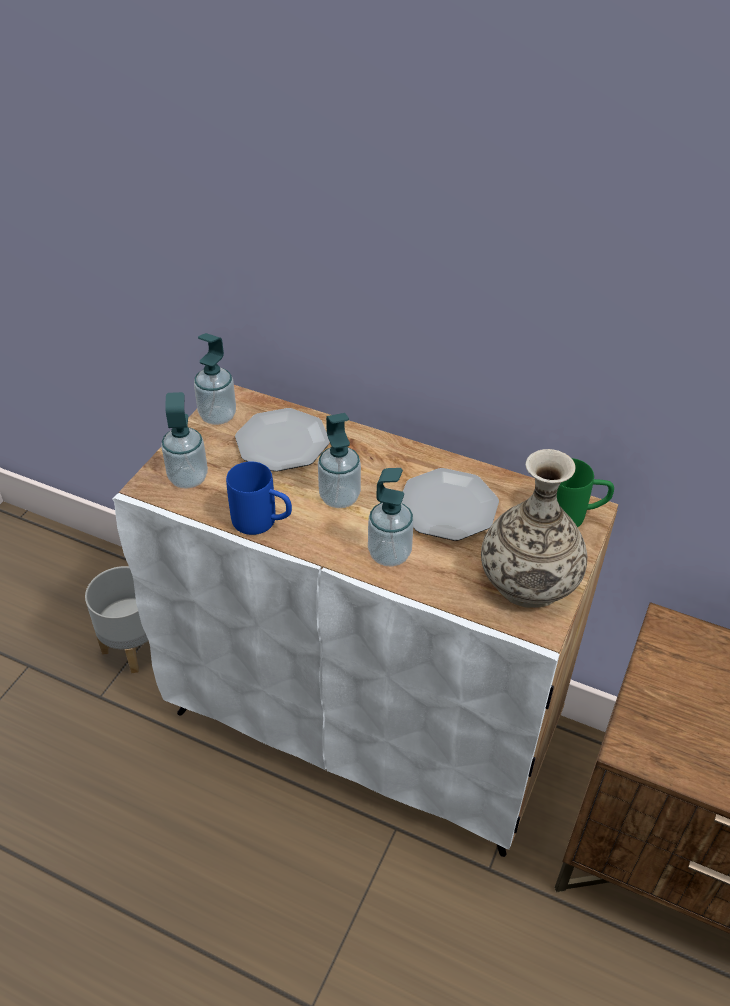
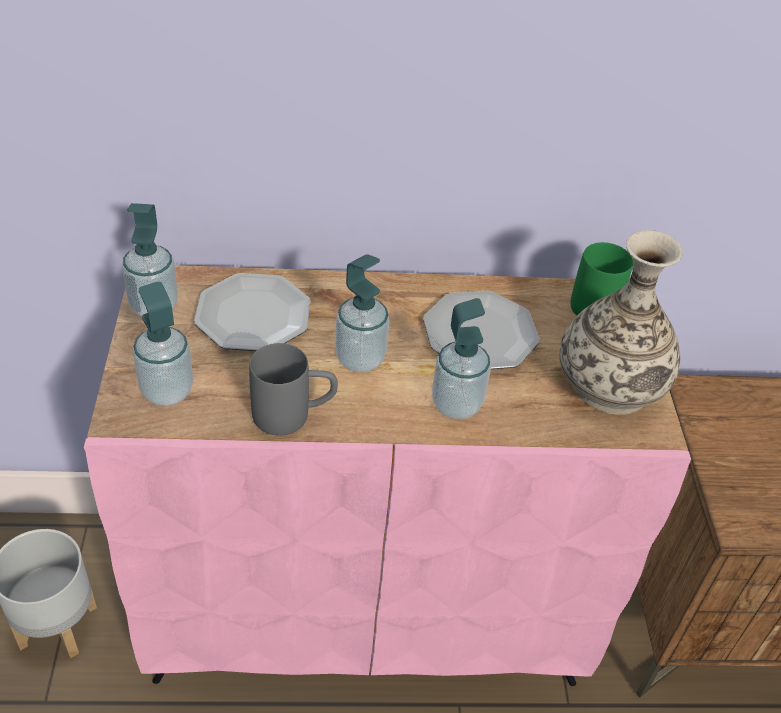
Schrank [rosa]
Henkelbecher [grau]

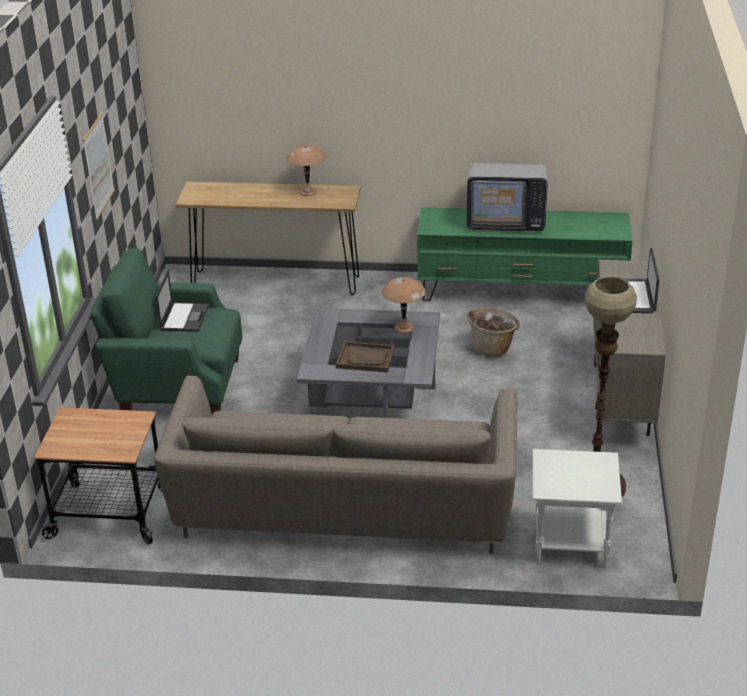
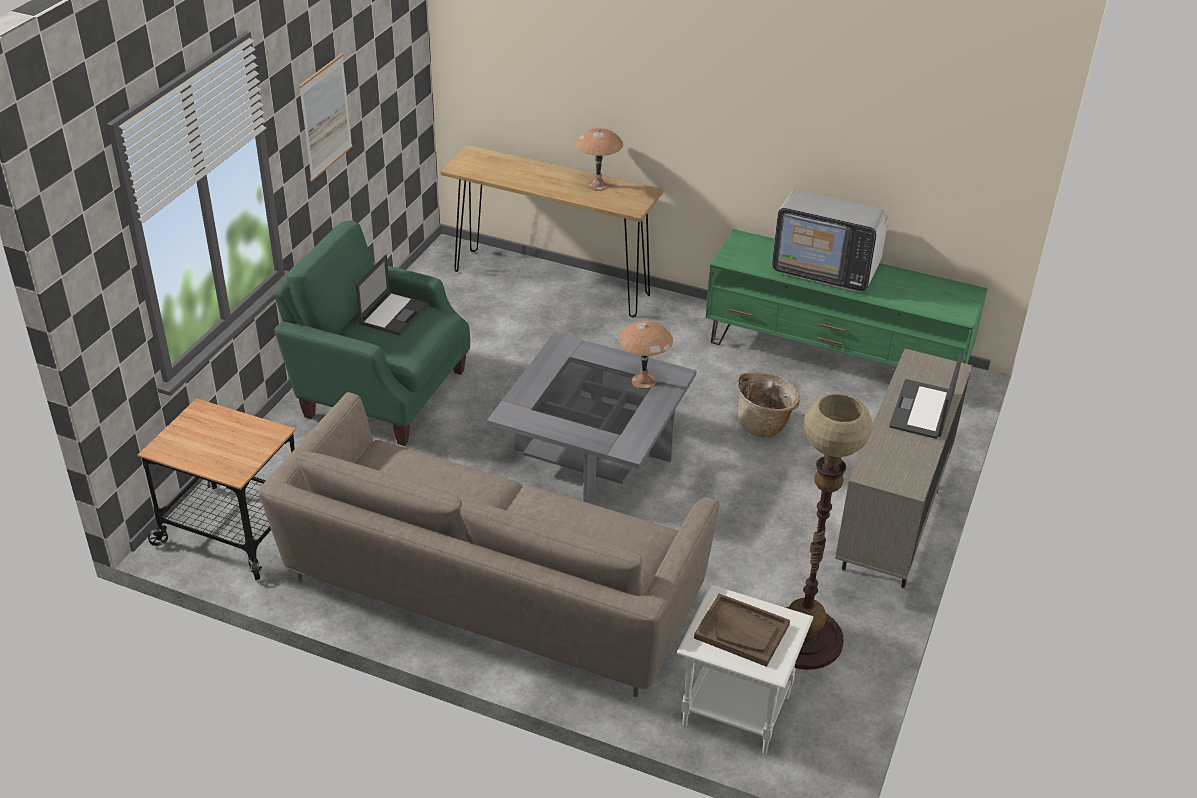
Tablett [braun]

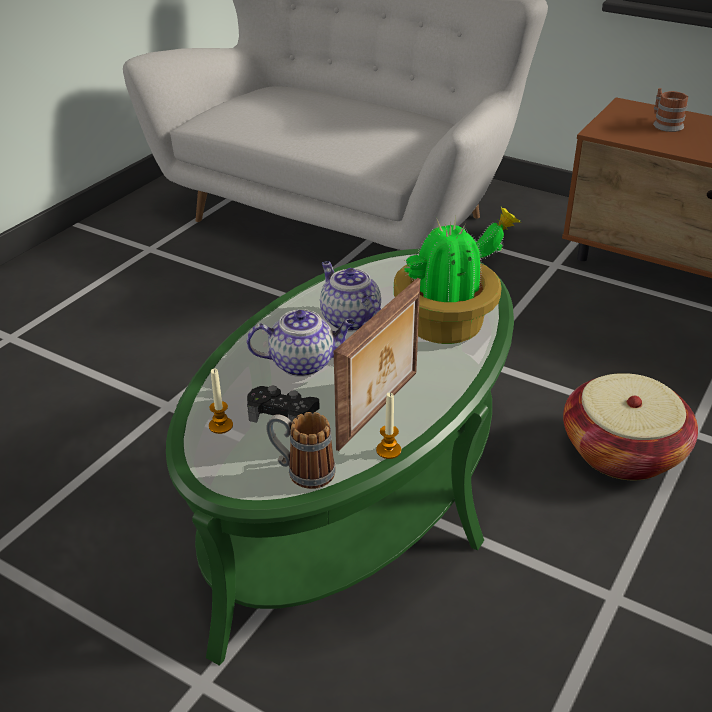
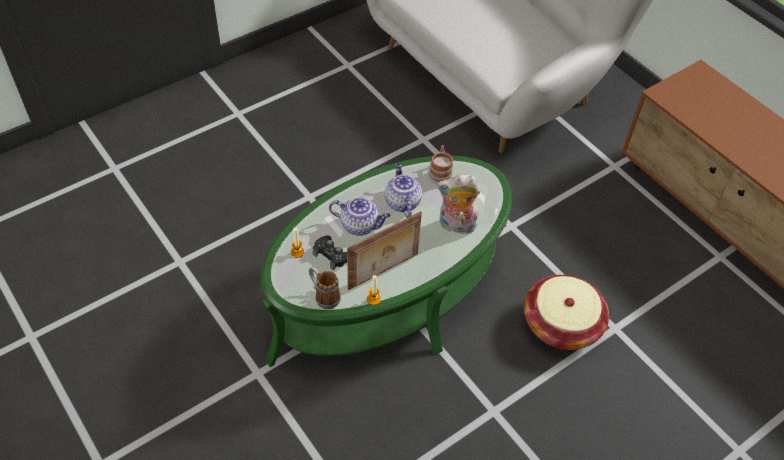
Plüschtier
Henkelbecher (2nd from left)

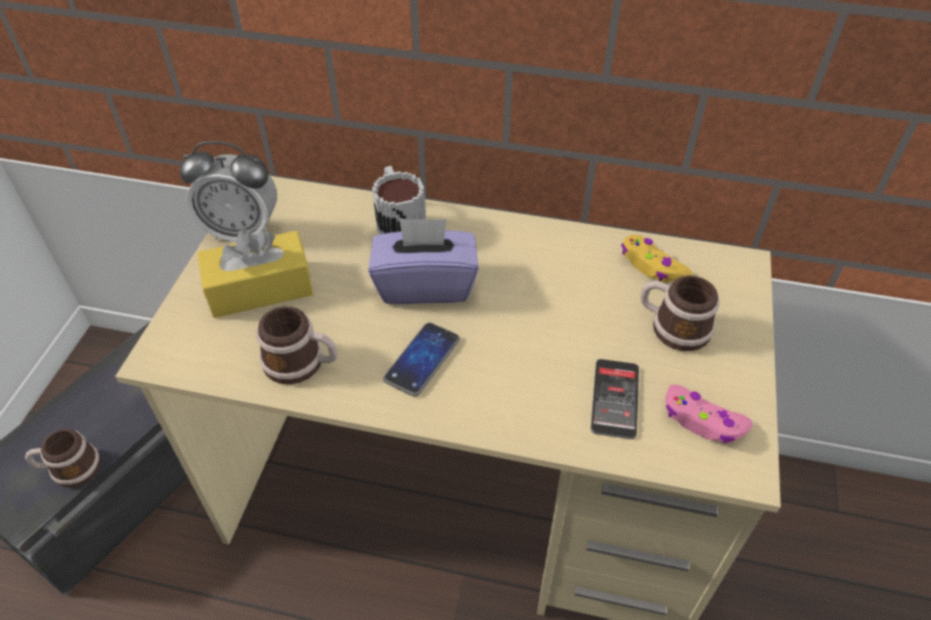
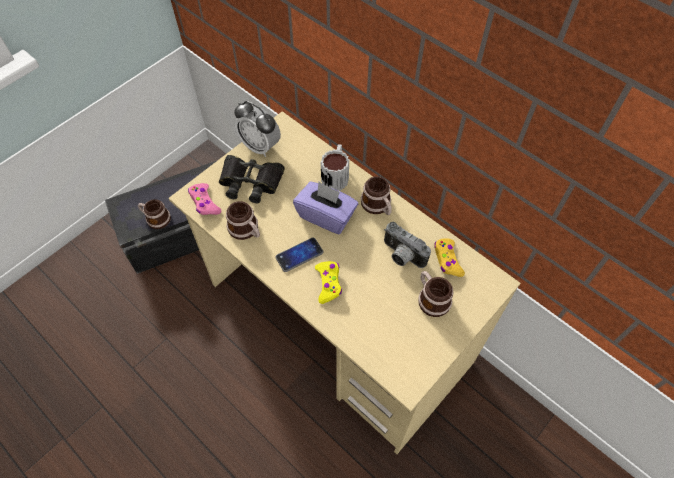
Fernglas [schwarz]
Handy (2nd from left in the first image)
Gamepad [rosa]
Gamepad [gelb] (1st from left)
Henkelbecher (4th from left)
Kamera

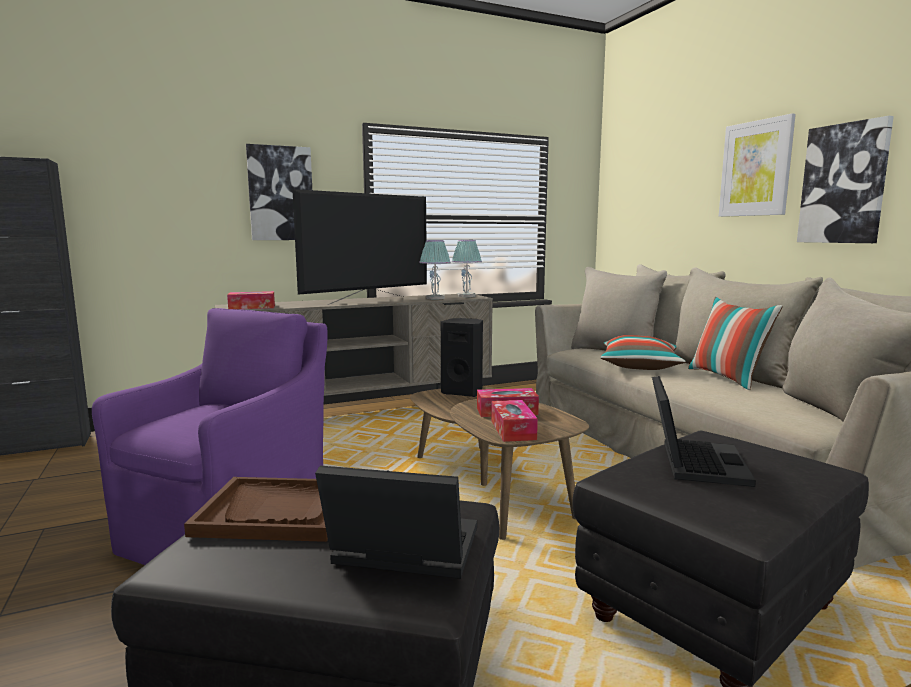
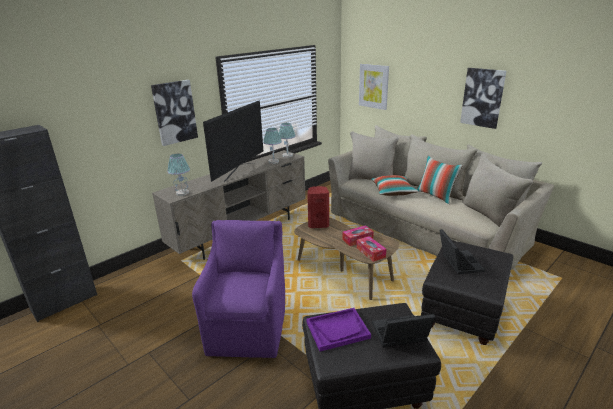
Tablett [lila]
Tischlampe (1st from left)
Lautsprecher [rot]
Bild (2nd from left)

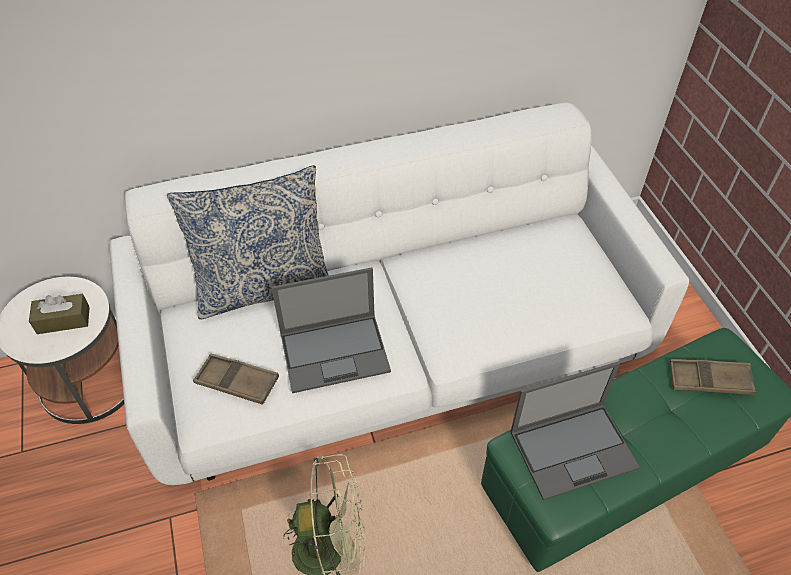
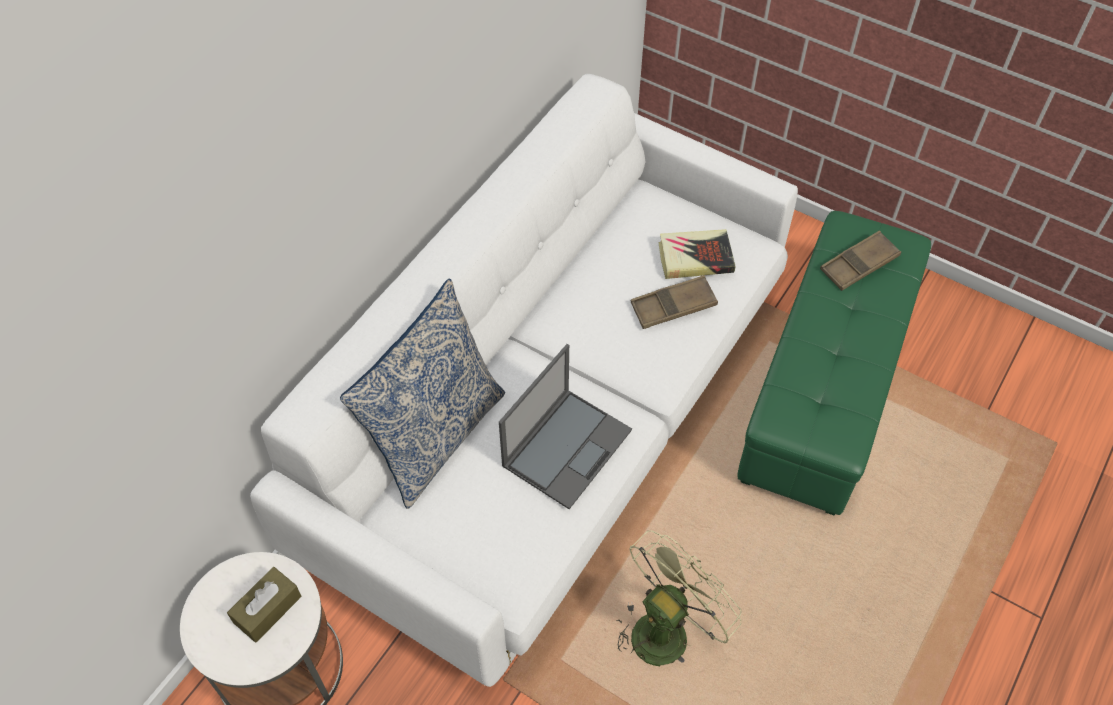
Tablett [braun] (1st from left)
Laptop (2nd from left in the first image)
Buch

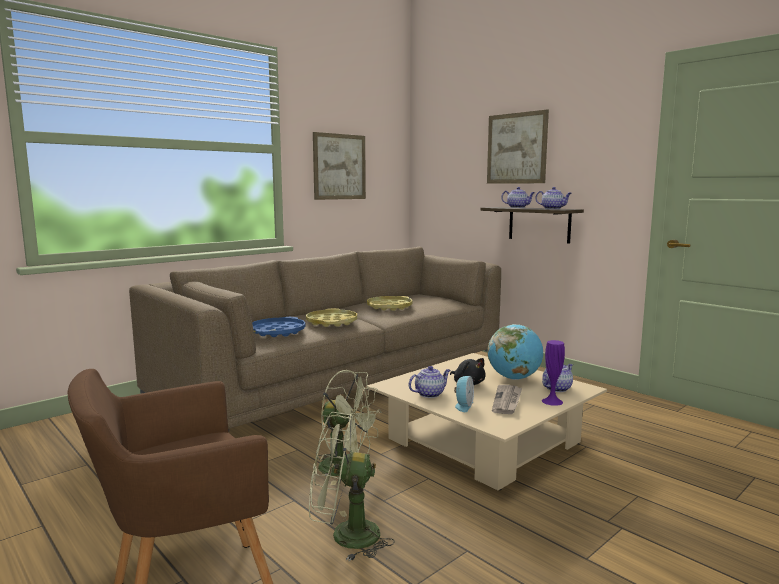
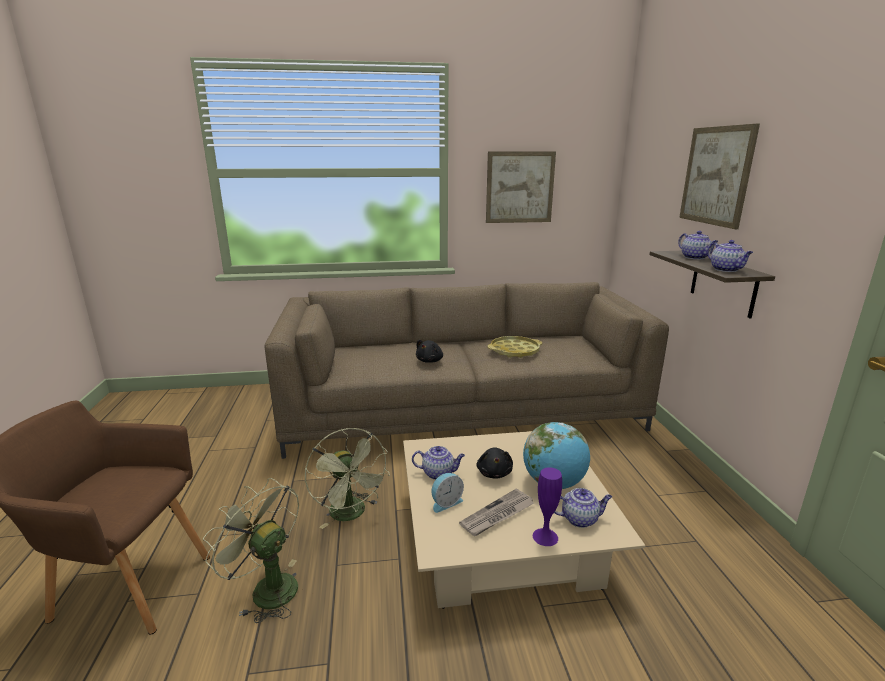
Tablett [blau]
Plüschtier [schwarz] (1st from left)

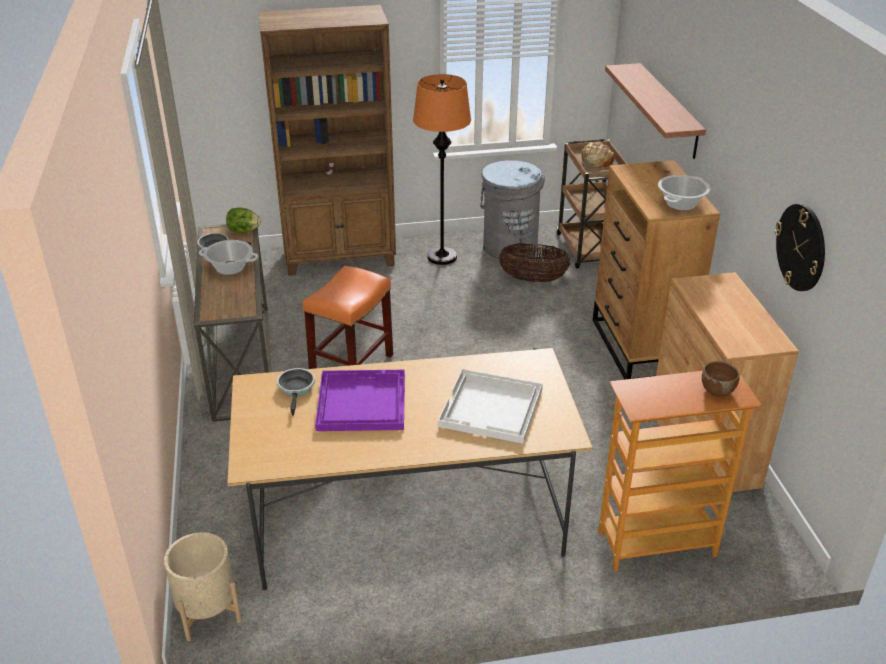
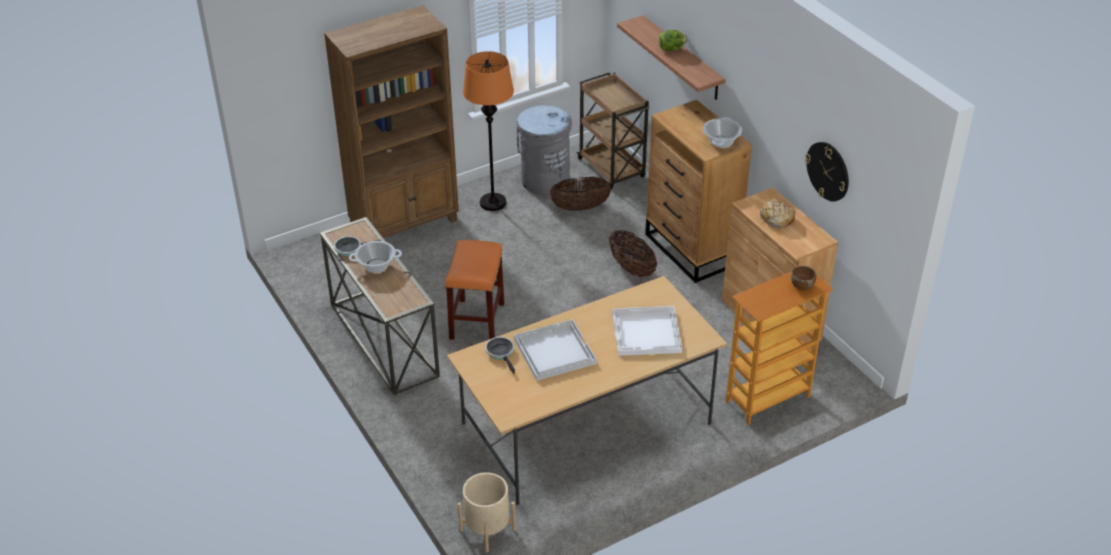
Salatkopf
Tablett [weiß] (1st from left)
Brot
Korb (2nd from left)

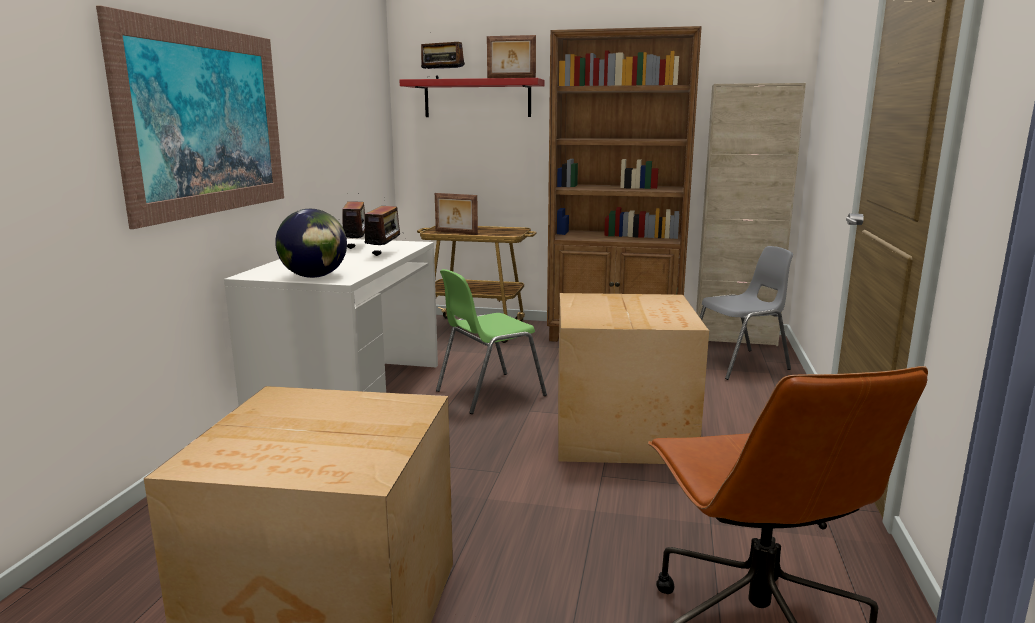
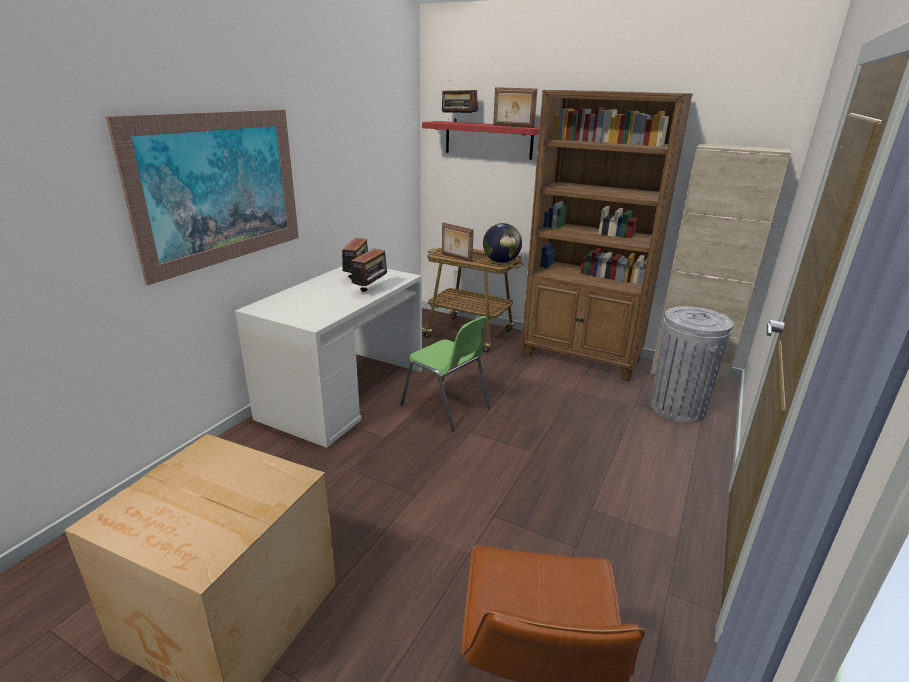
Globus
Stuhl [grün]
Karton (2nd from left in the first image)
Mülleimer [grau]

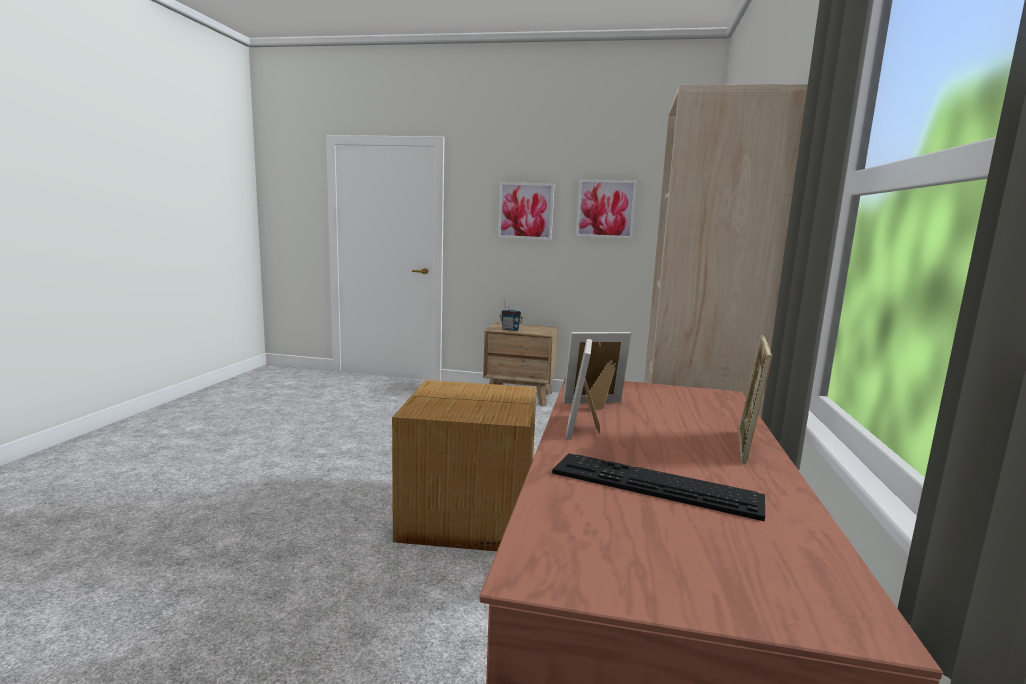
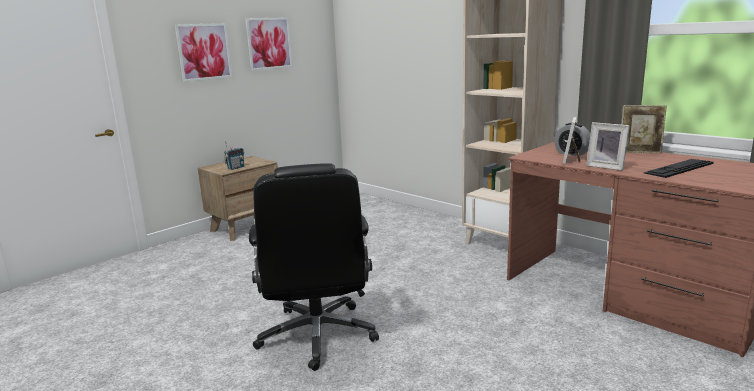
Karton
Bilderrahmen (3rd from left)
Bürostuhl [schwarz]
Wecker

